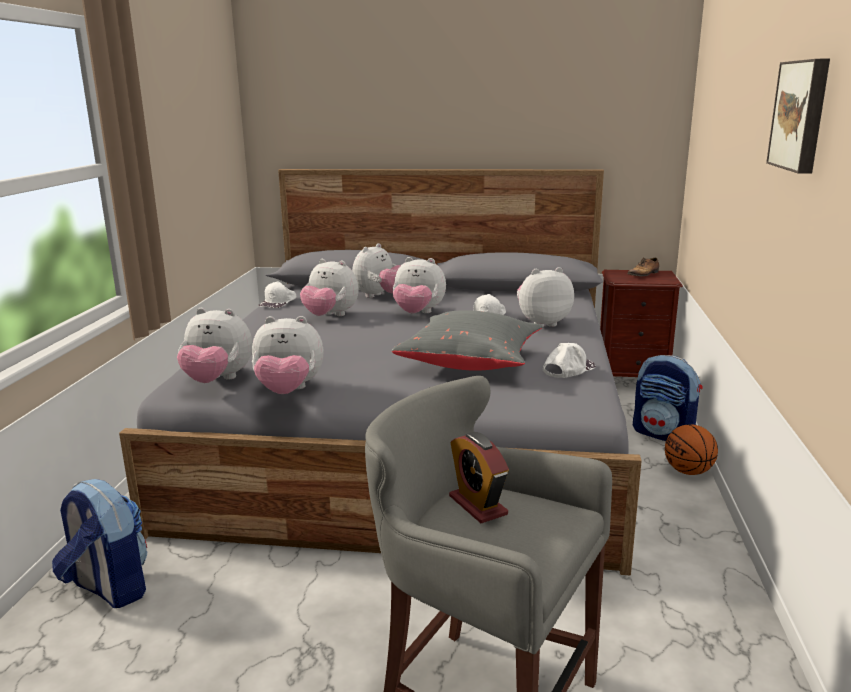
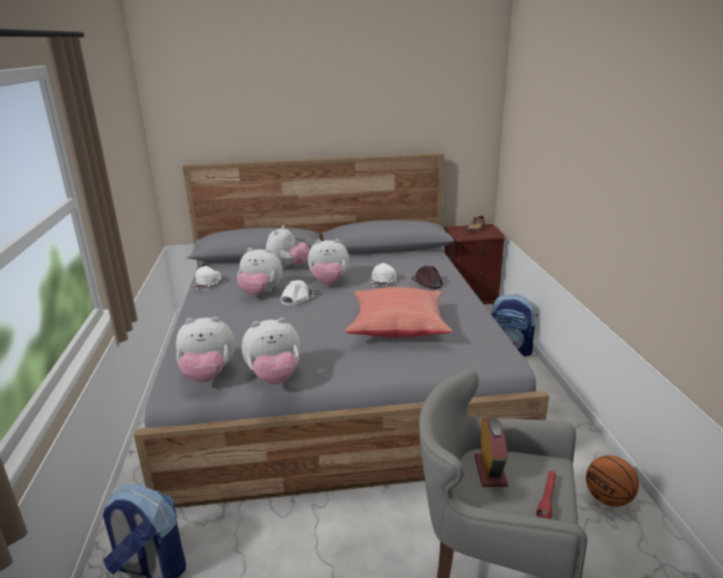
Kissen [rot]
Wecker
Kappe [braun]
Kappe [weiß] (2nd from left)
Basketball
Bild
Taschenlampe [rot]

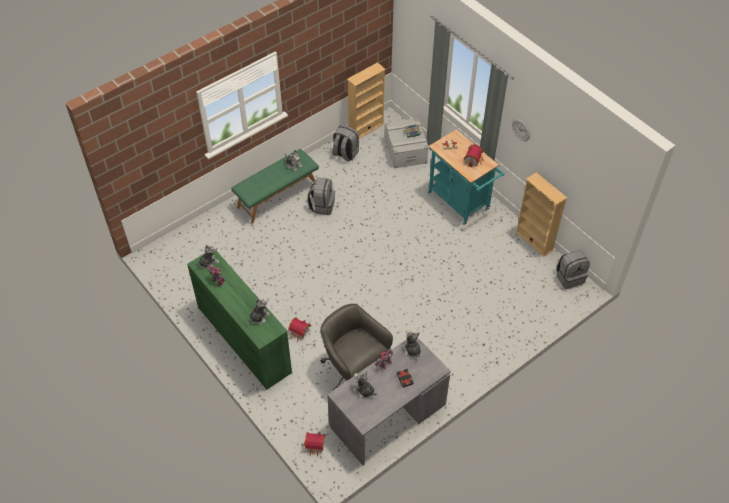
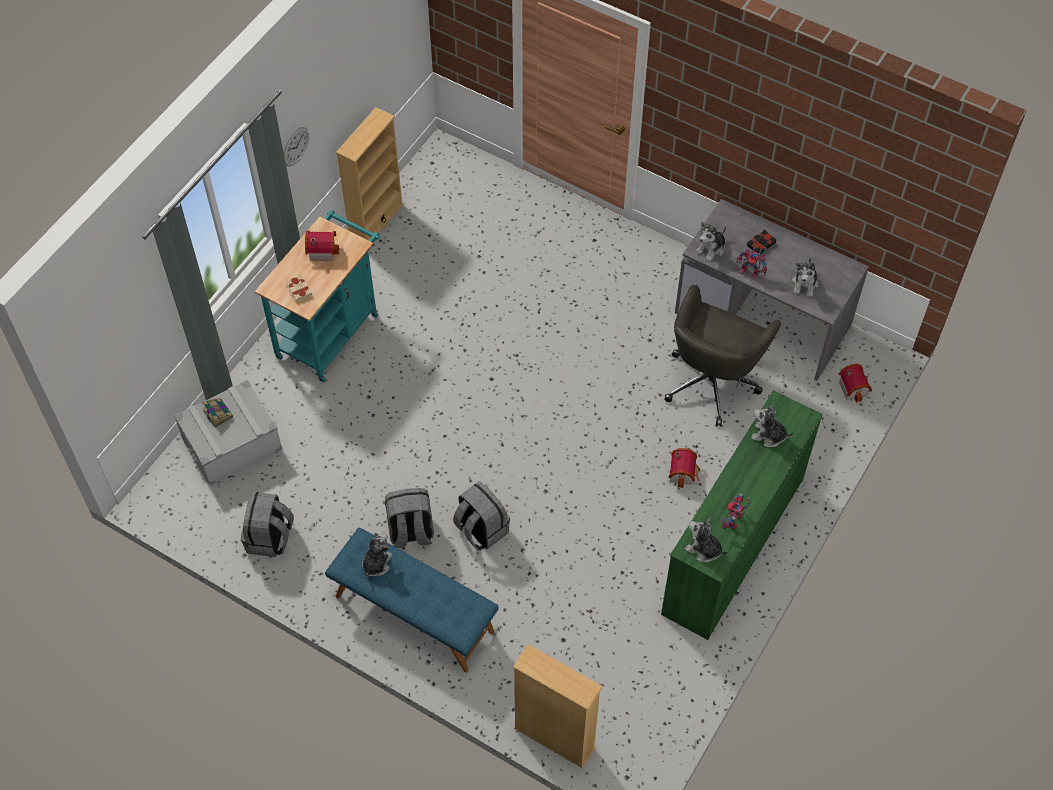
Bank [blau]
Bücherregal [beige] (2nd from left)
Rucksack [grau] (3rd from left)

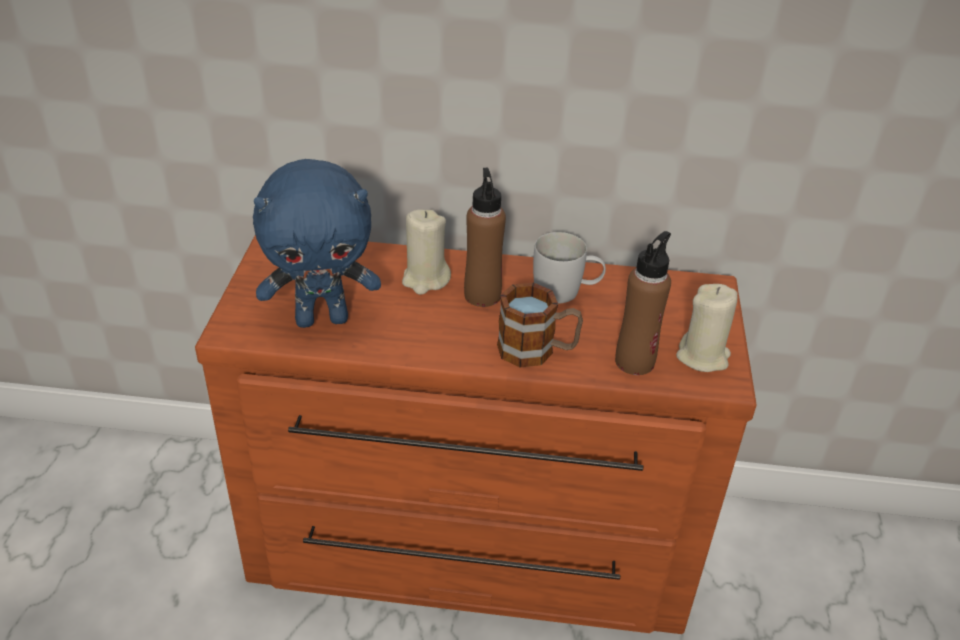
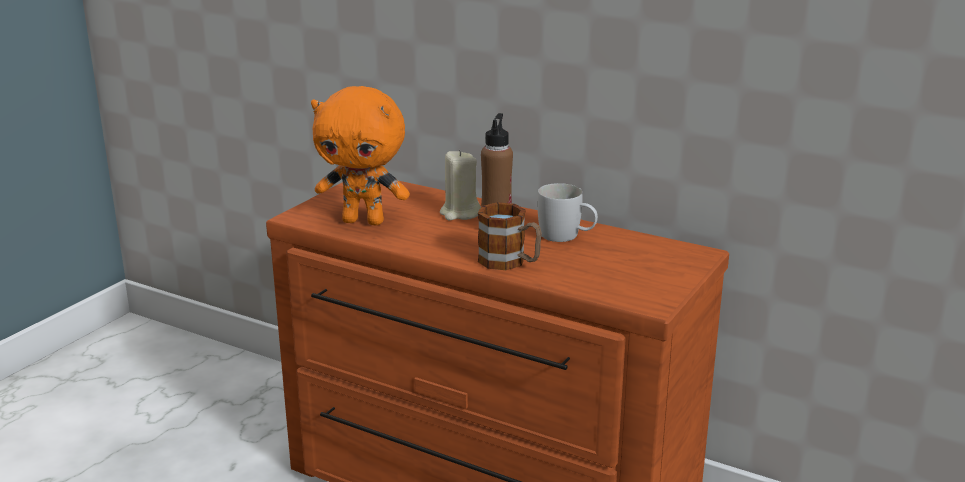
Plüschtier [orange]
Flasche [braun] (2nd from left in the first image)
Kerze [beige] (2nd from left in the first image)

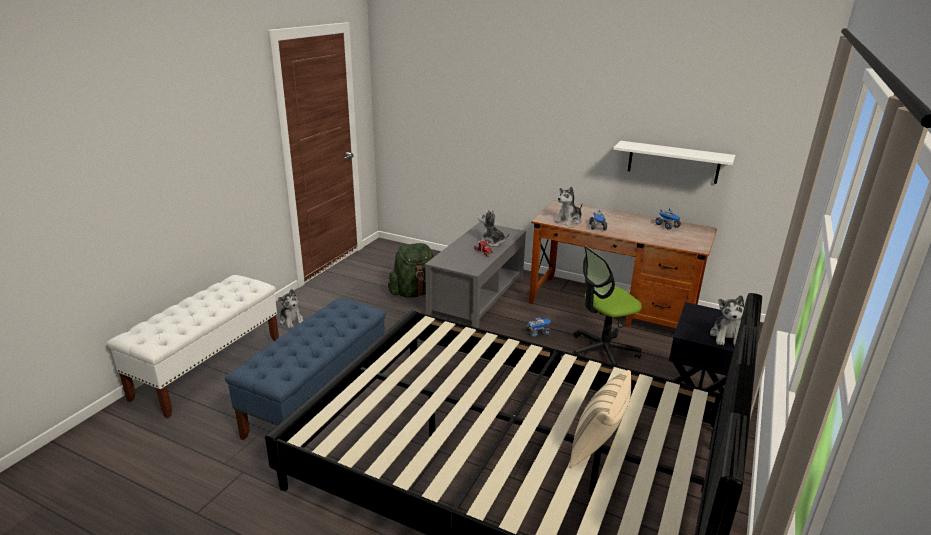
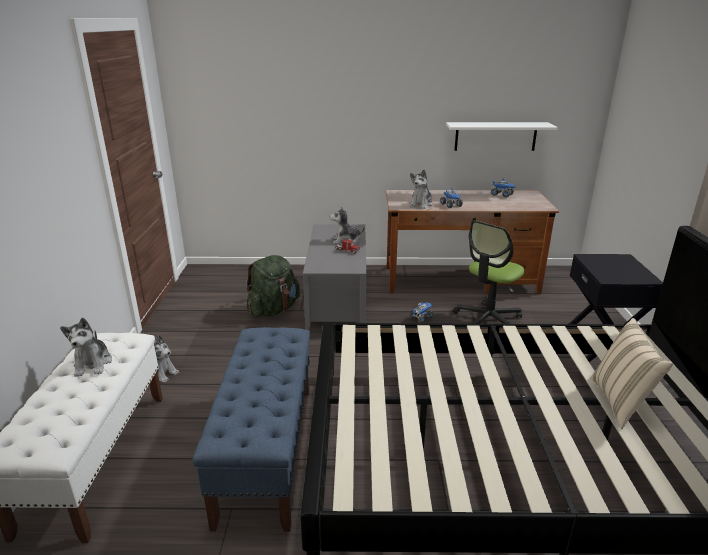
Plüschtier (1st from left)

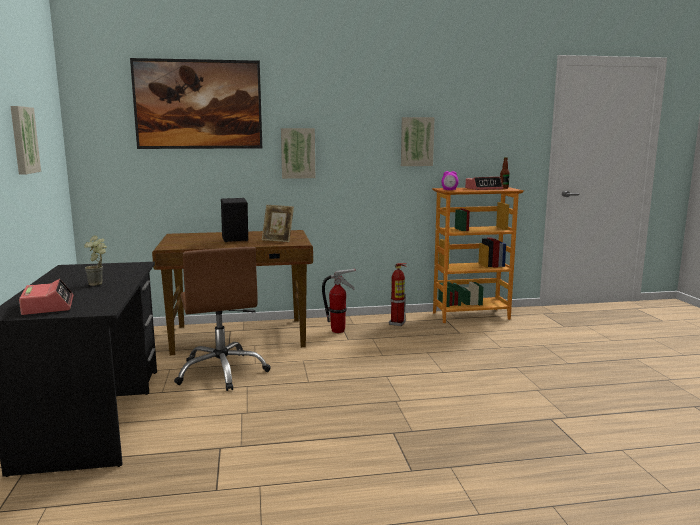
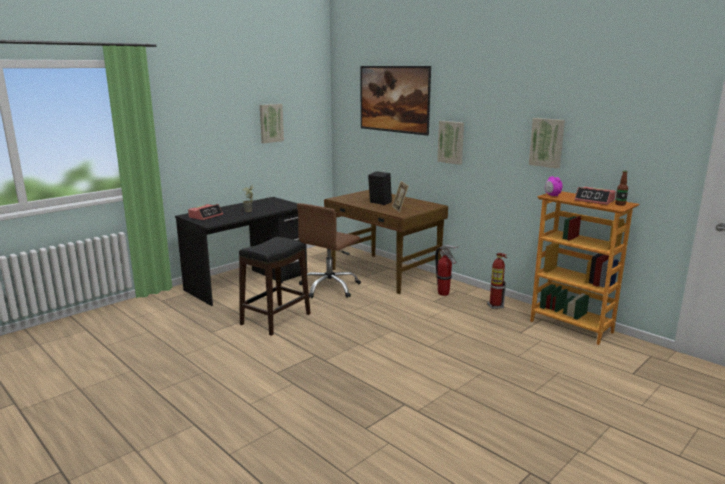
Hocker [schwarz]

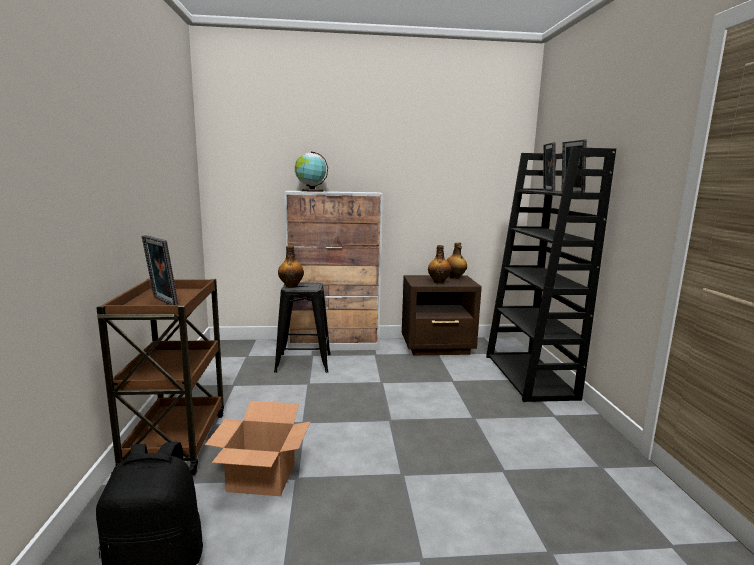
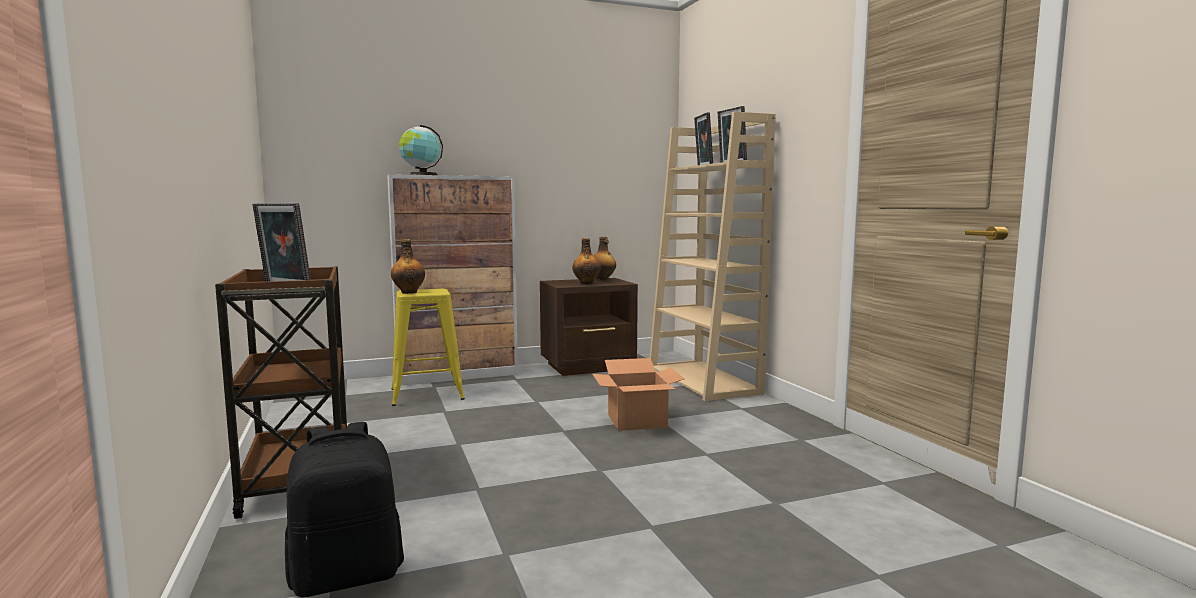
Karton
Hocker [gelb]
Bücherregal [beige]

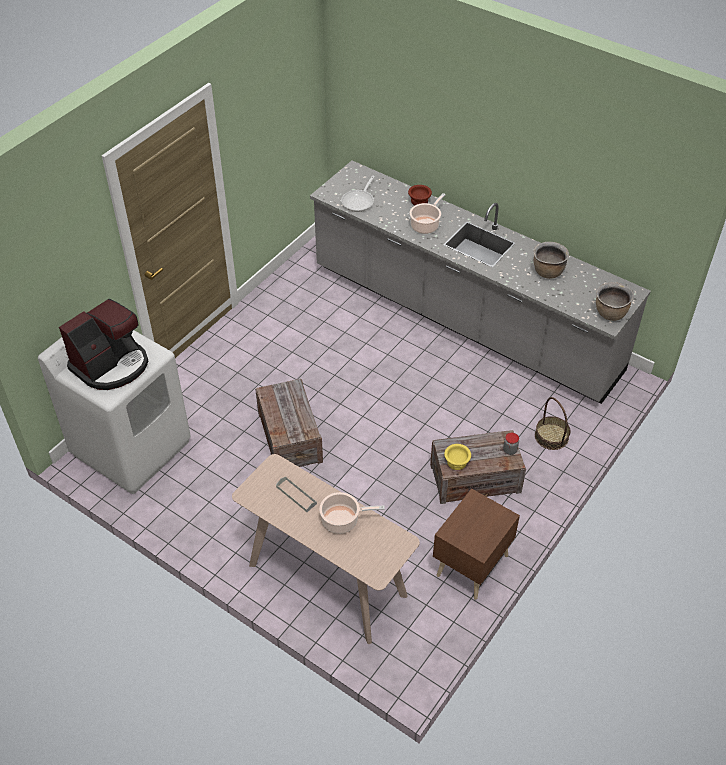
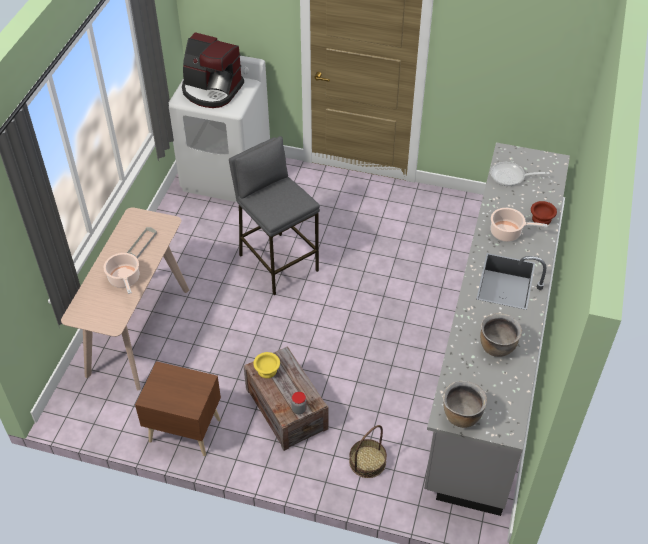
Hocker [grau]

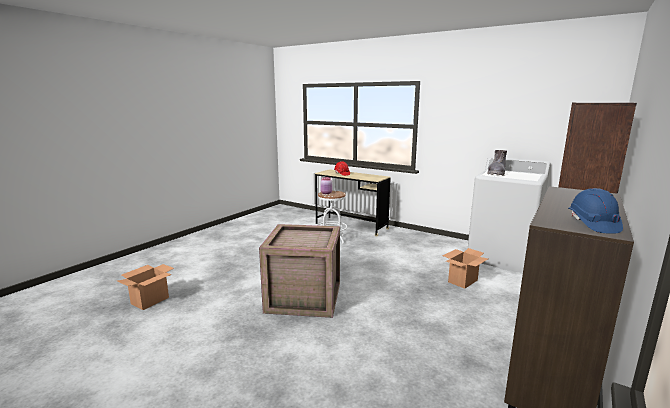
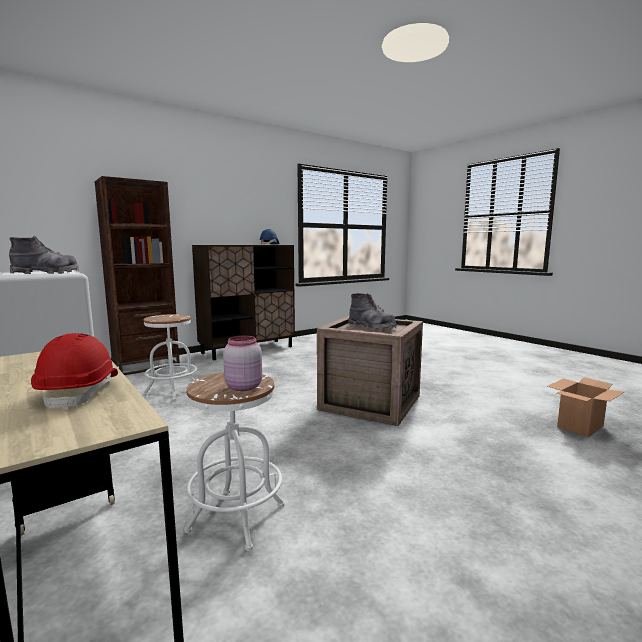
Hocker [weiß] (1st from left)
Stiefel [grau] (2nd from left)

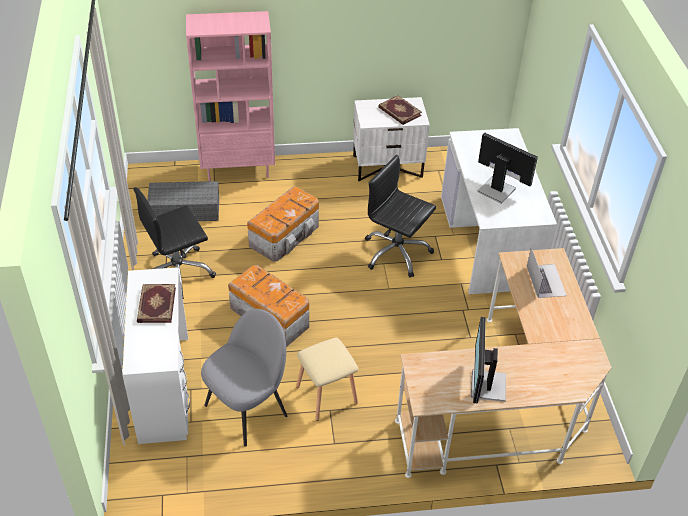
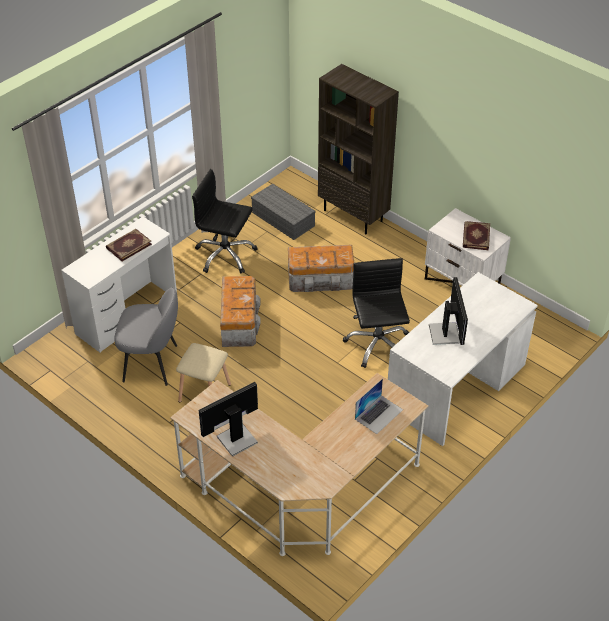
Bücherregal [braun]

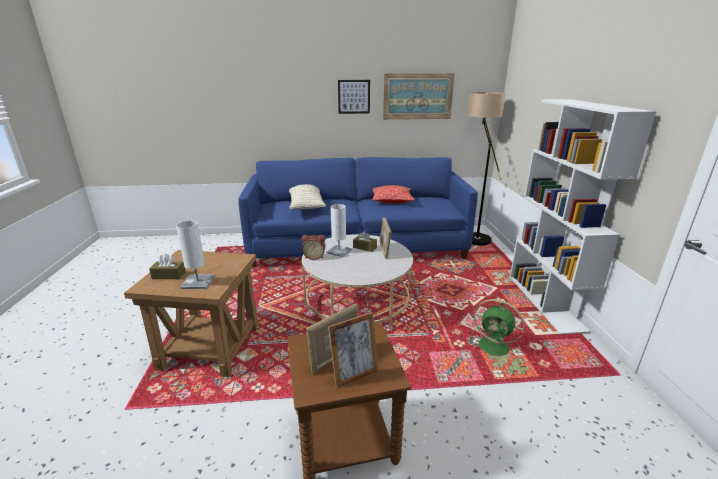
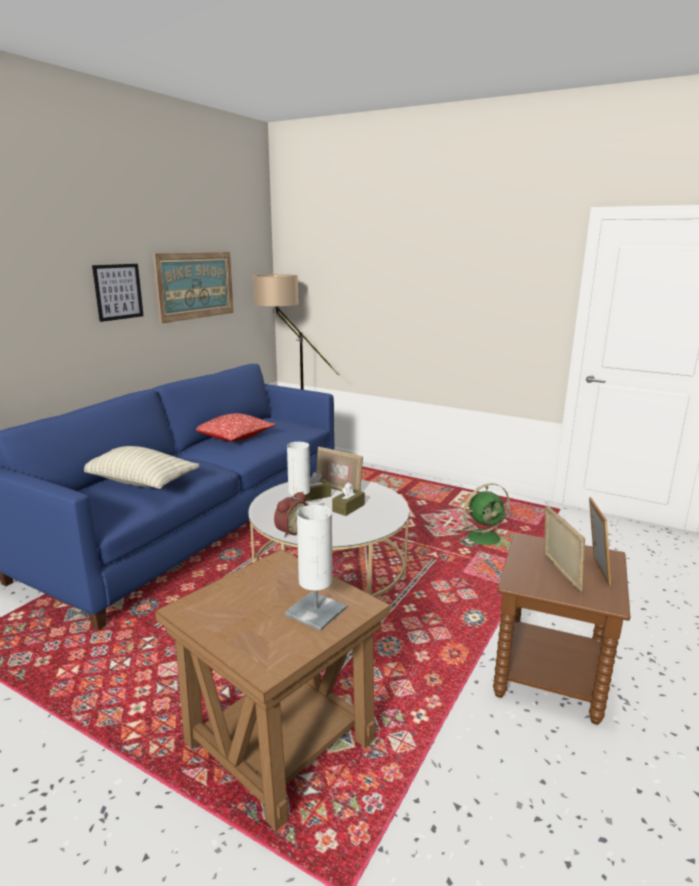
Taschentuchbox [braun] (2nd from left)
Bücherregal [weiß]

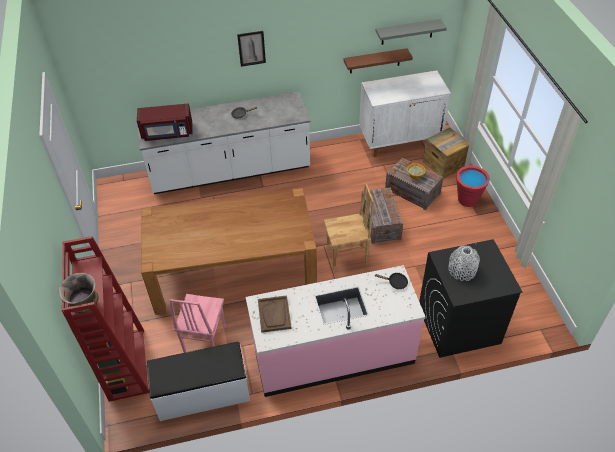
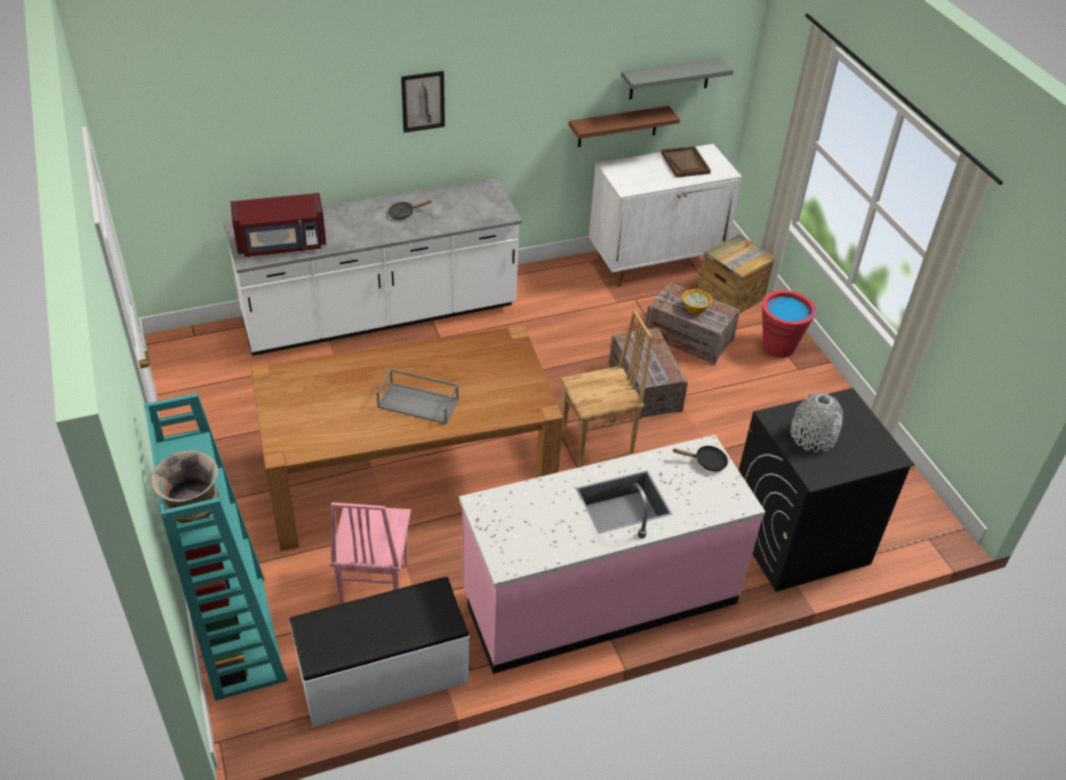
Bücherregal [türkis]
Tablett [braun]
Tablett [grau]

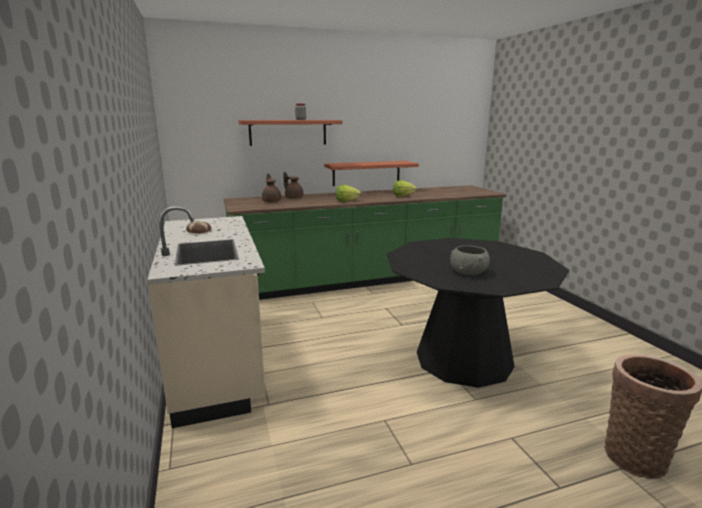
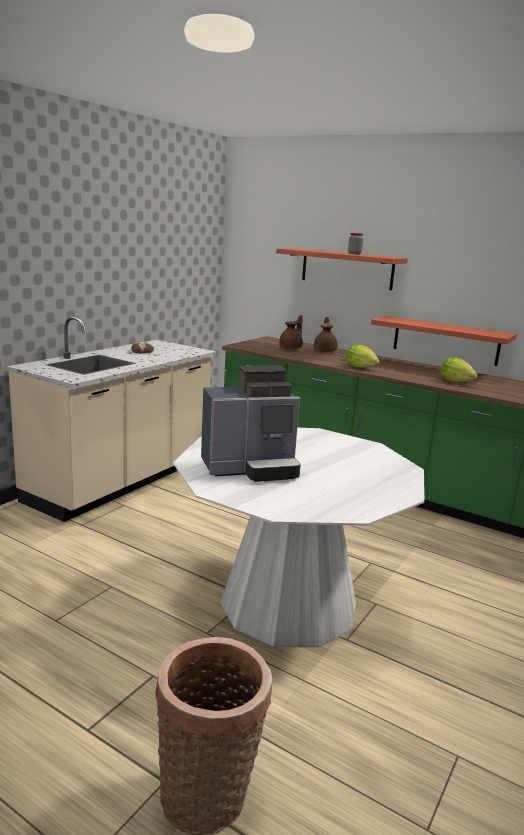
Esstisch [weiß]
Kaffeemaschine

